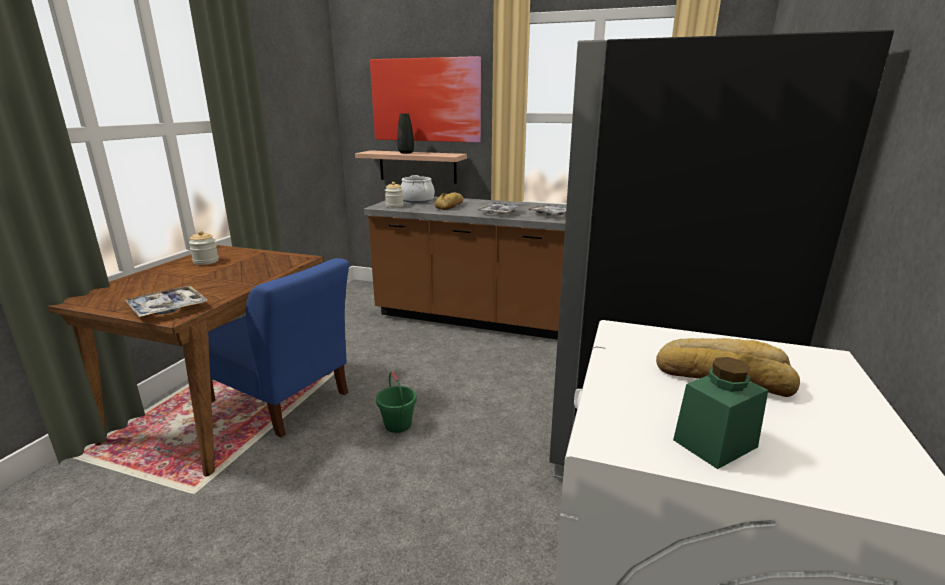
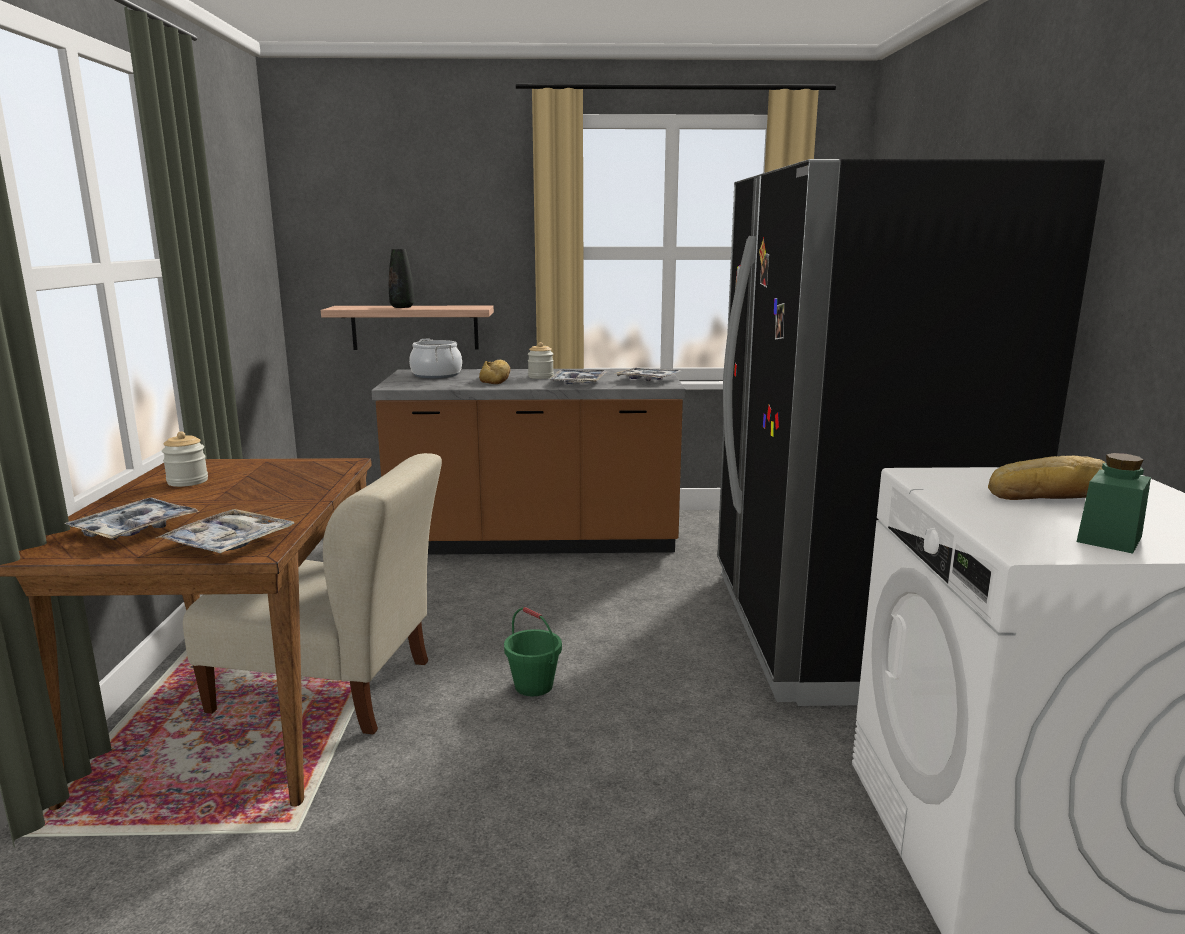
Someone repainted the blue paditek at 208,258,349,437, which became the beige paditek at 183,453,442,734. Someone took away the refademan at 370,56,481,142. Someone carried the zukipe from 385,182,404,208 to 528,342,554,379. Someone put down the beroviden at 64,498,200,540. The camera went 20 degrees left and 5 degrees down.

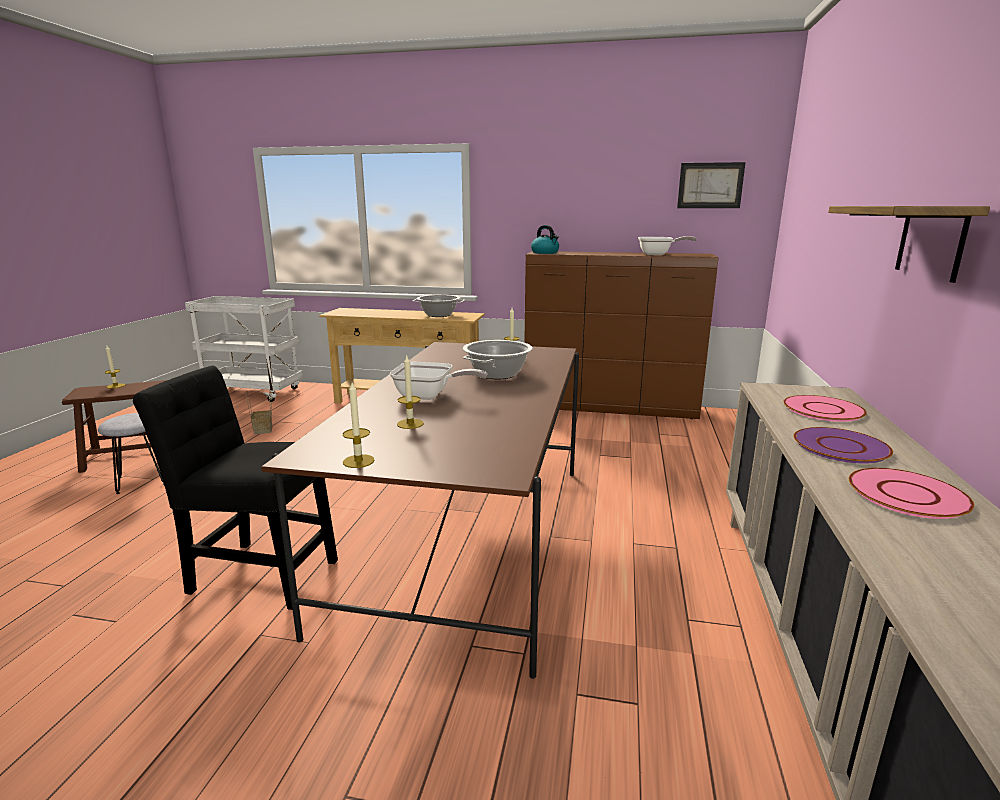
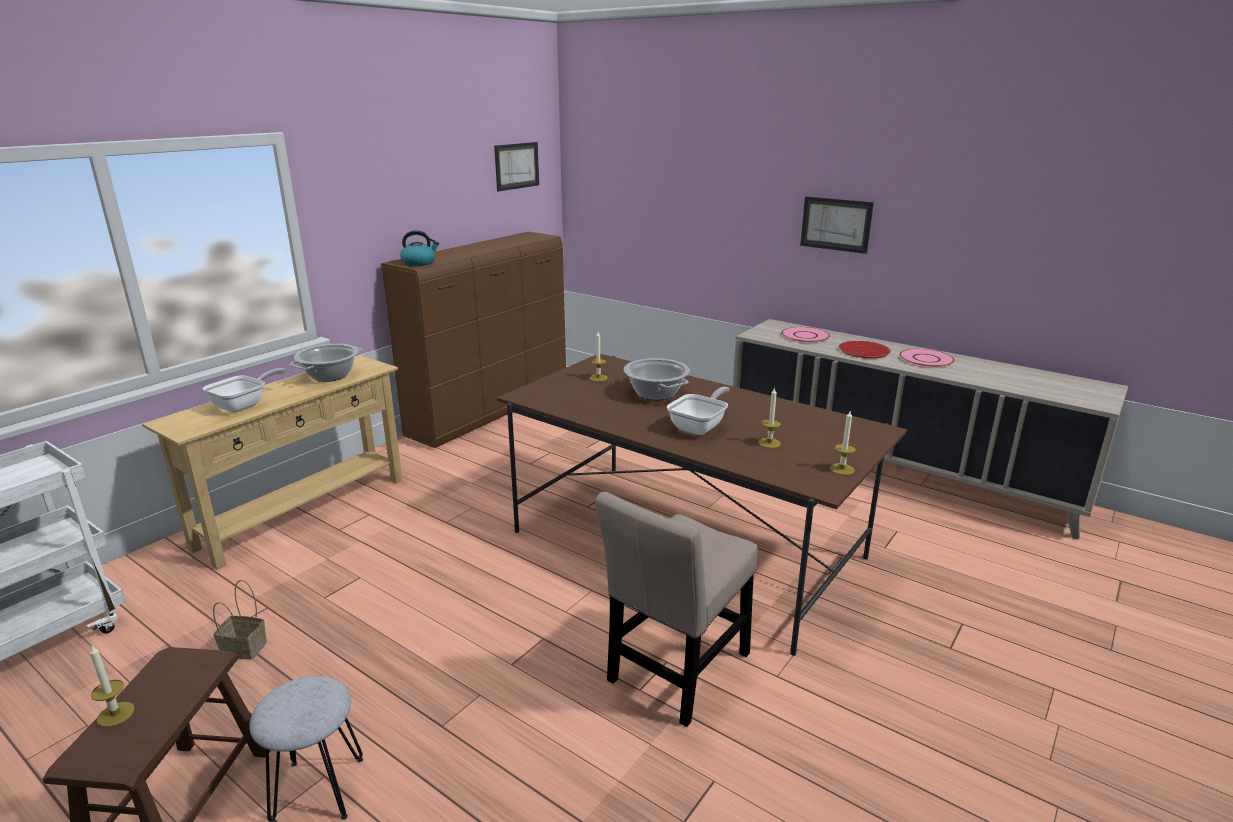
Someone repainted the black paditek at 133,365,338,610, which became the beige paditek at 595,492,758,727. Someone carried the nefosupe from 638,236,697,255 to 203,368,285,412. Someone repainted the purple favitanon at 793,427,893,464, which became the red favitanon at 839,341,891,359. Someone swapped the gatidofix at 828,206,990,283 for the refademan at 800,196,874,254. The camera went 65 degrees left and 5 degrees up.

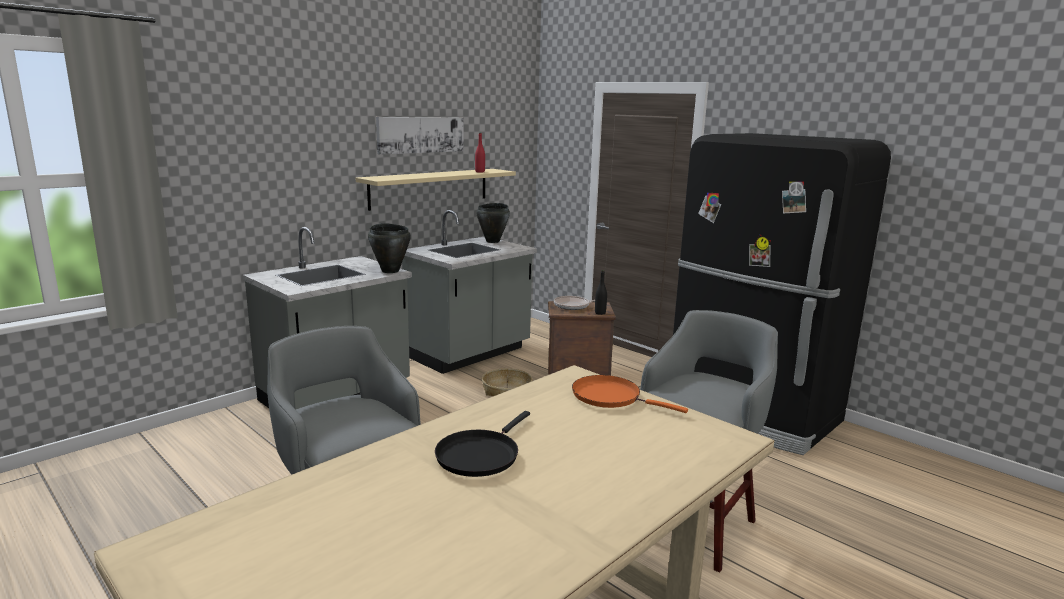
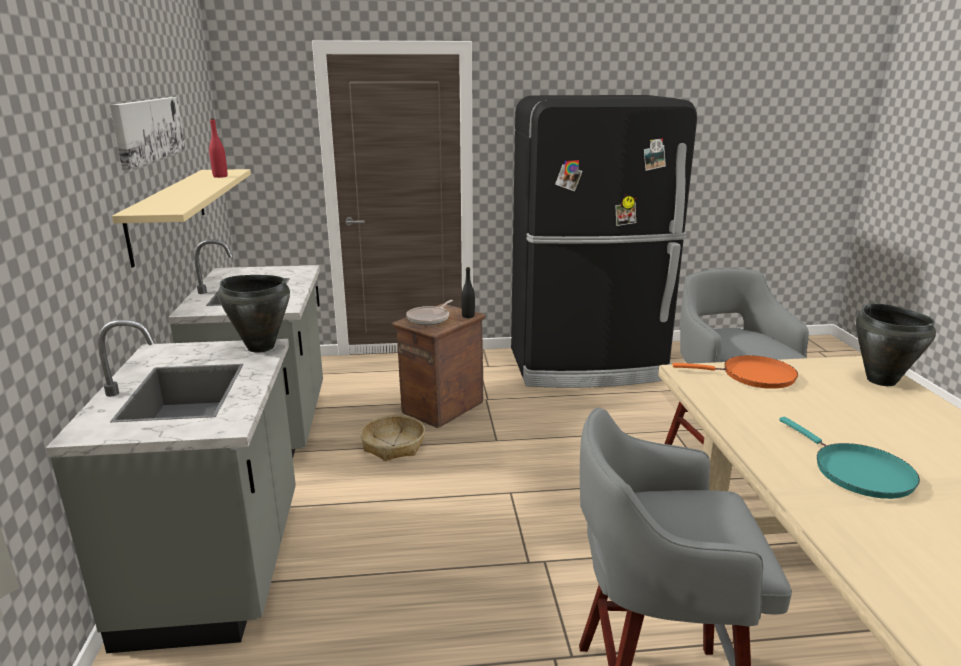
Someone repainted the black nefosupe at 435,411,530,477, which became the turquoise nefosupe at 779,417,920,499. Someone carried the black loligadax from 476,203,510,243 to 856,303,936,386. Someone rotated the orange nefosupe at 572,375,688,413 by 150 degrees counterclockwise. The camera went 50 degrees left and 5 degrees up.

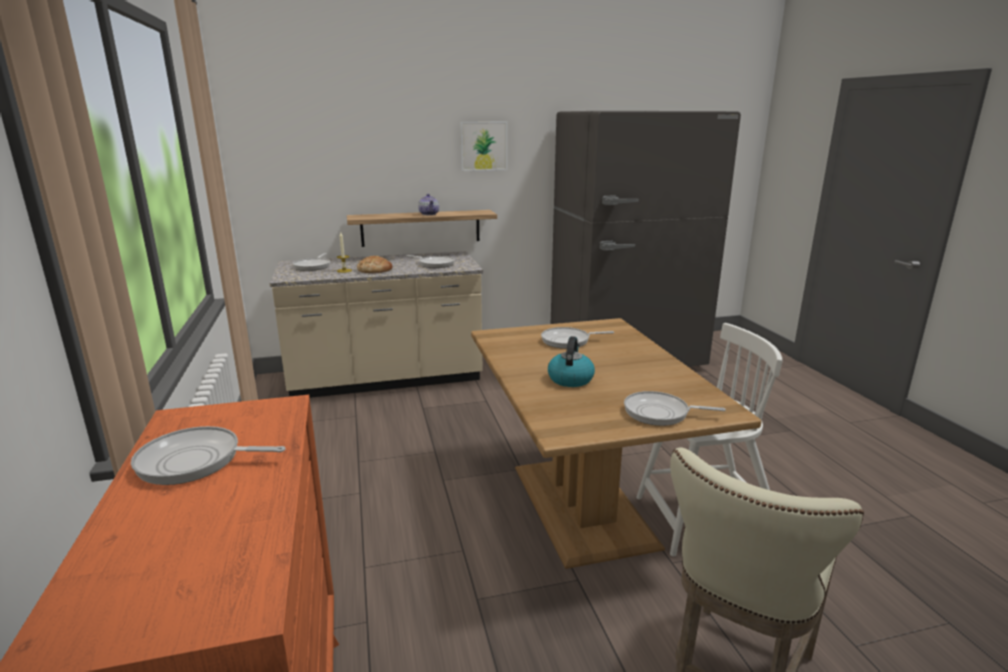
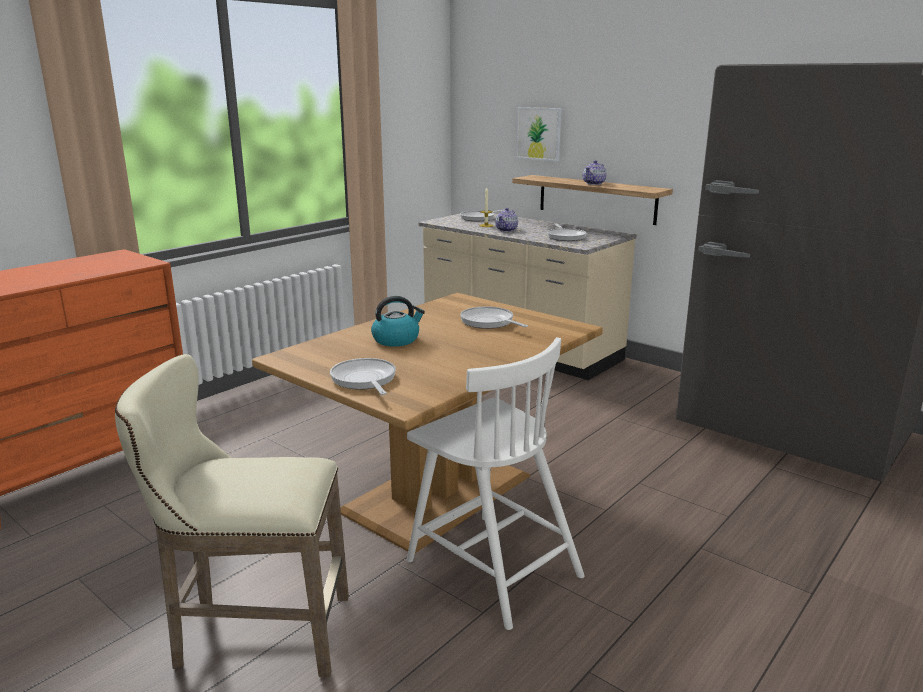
Someone took away the nefosupe at 131,426,286,485. Someone swapped the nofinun at 357,256,393,273 for the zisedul at 495,208,518,232. Someone carried the refademan from 460,122,507,171 to 517,107,561,161. The camera went 55 degrees right and 0 degrees up.

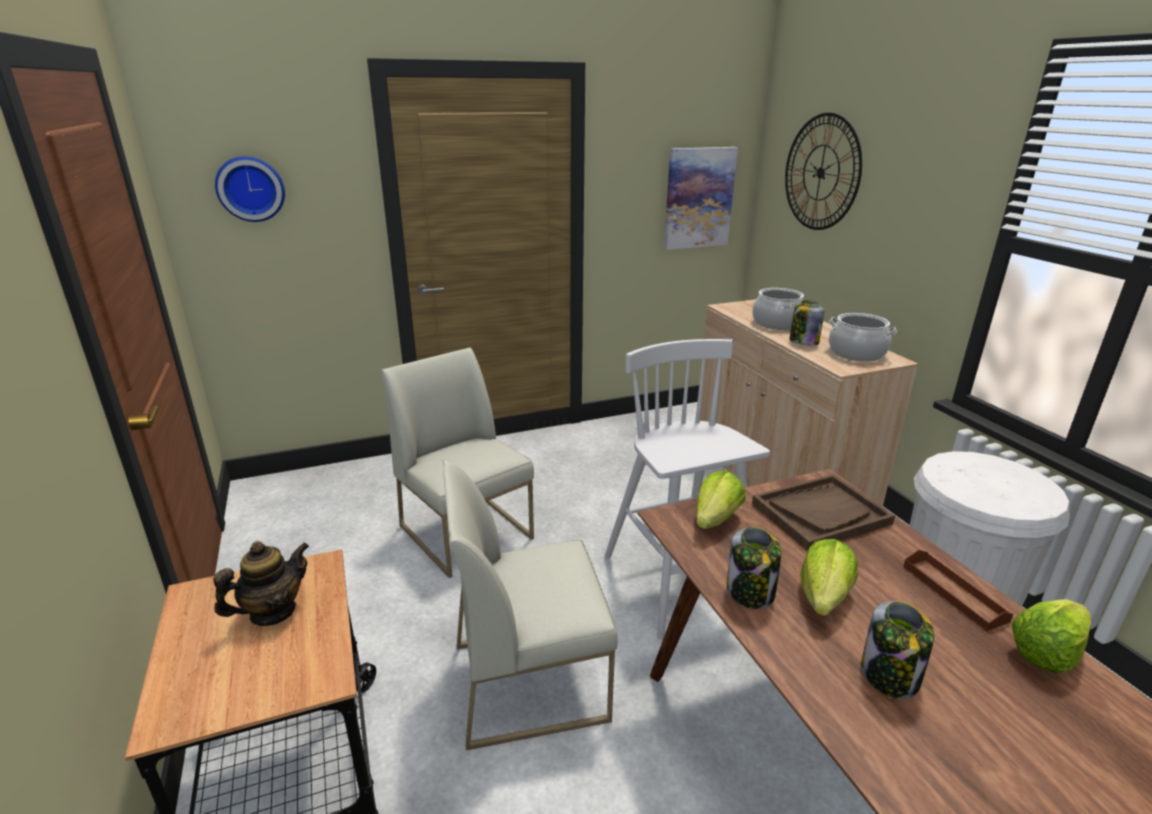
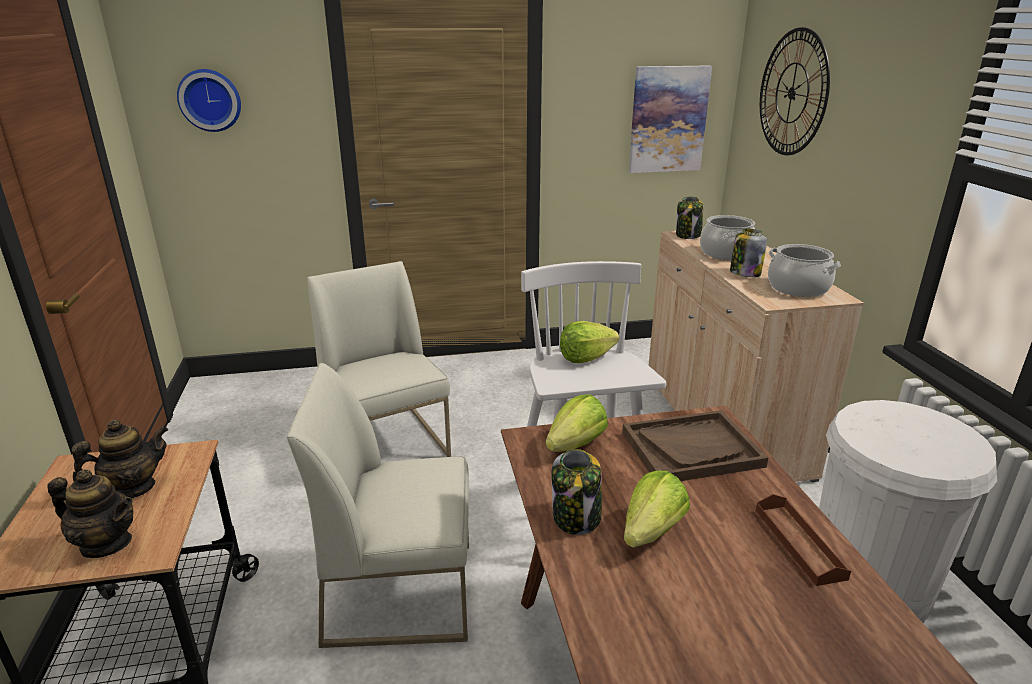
Someone carried the zukipe from 861,601,934,699 to 676,196,703,239. Someone carried the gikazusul from 1011,599,1091,674 to 560,321,619,363. Someone put down the zisedul at 47,470,133,558. The camera went 10 degrees right and 0 degrees up.

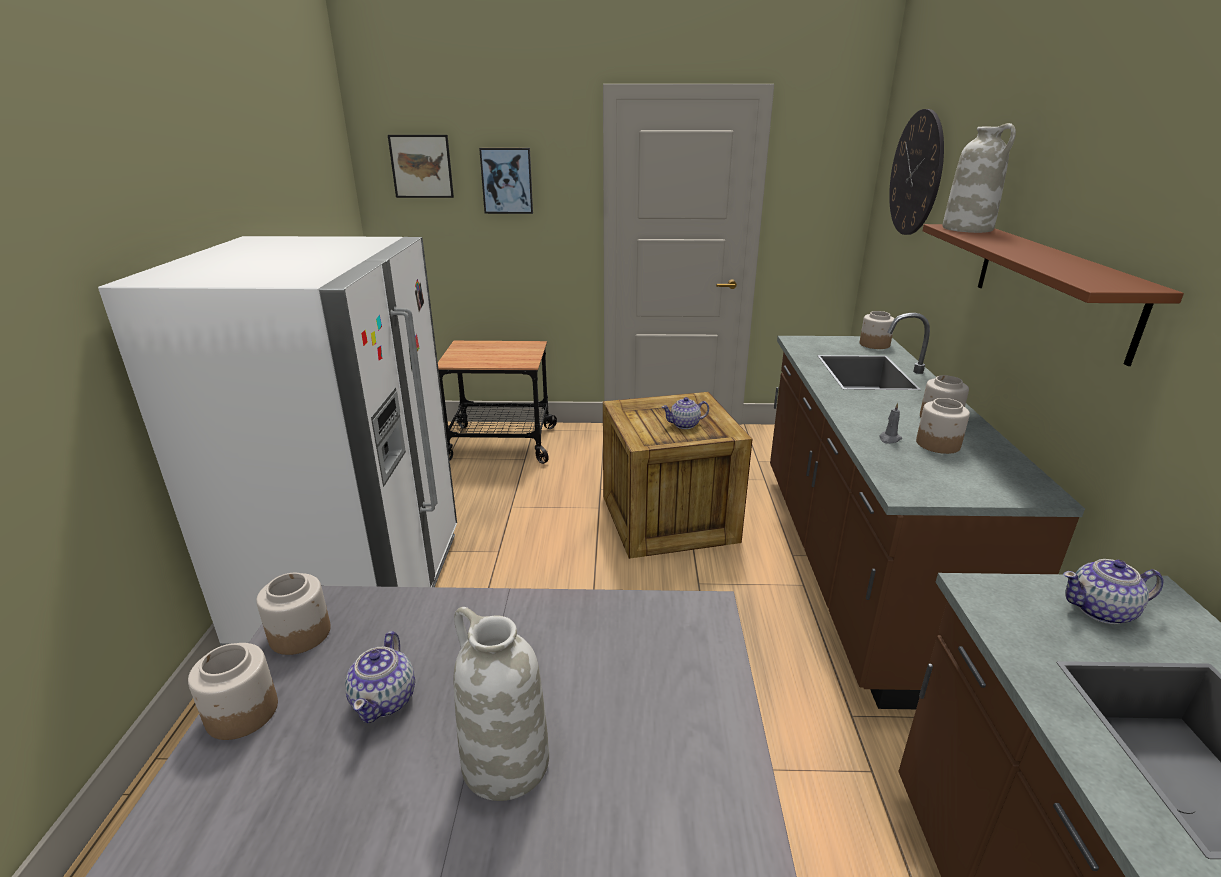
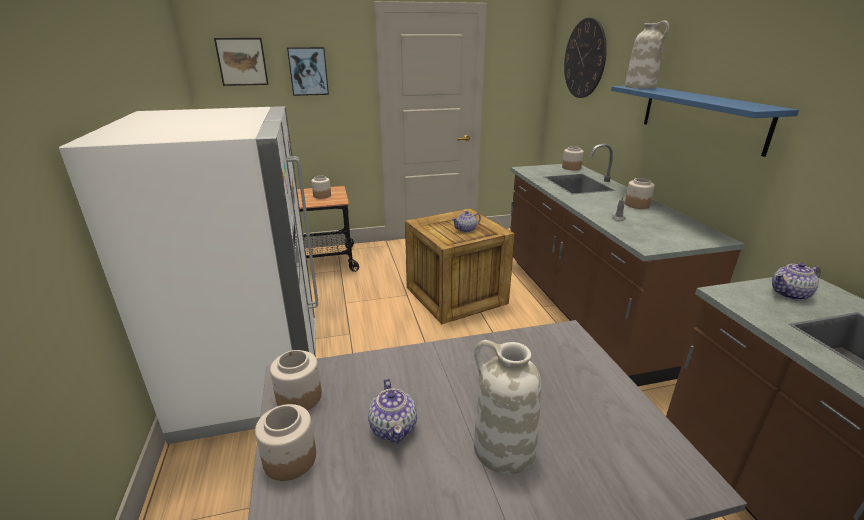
Someone carried the zukipe from 916,398,970,454 to 311,176,331,199. Someone repainted the brown gatidofix at 922,224,1184,366, which became the blue gatidofix at 611,86,799,157. The camera went 15 degrees left and 0 degrees up.

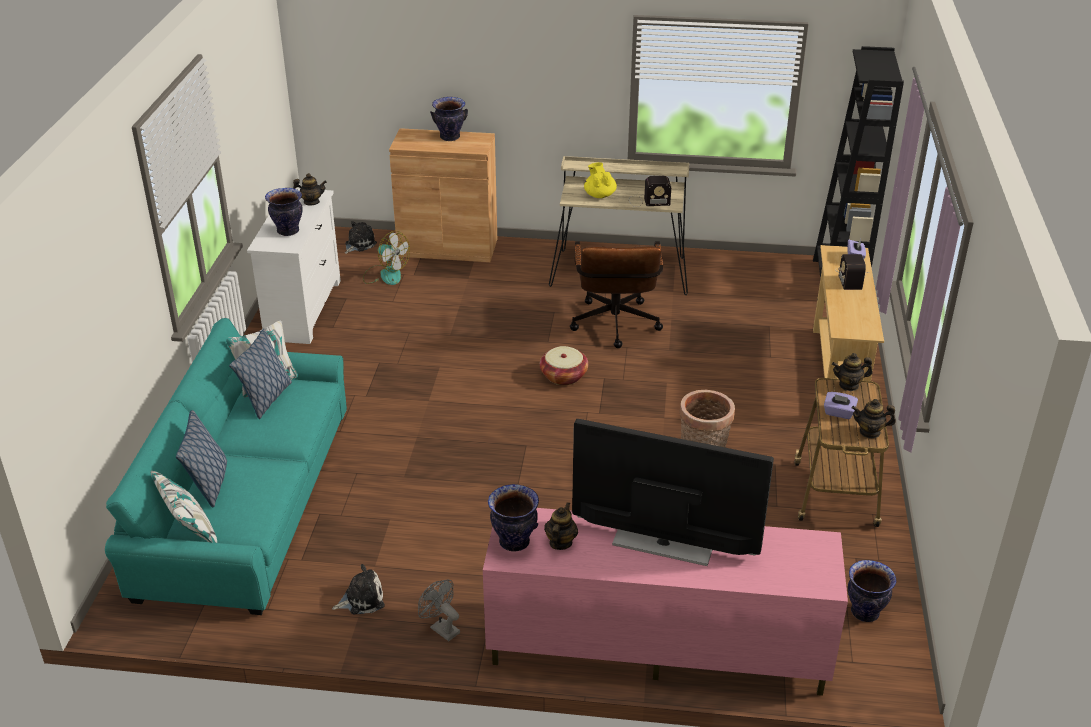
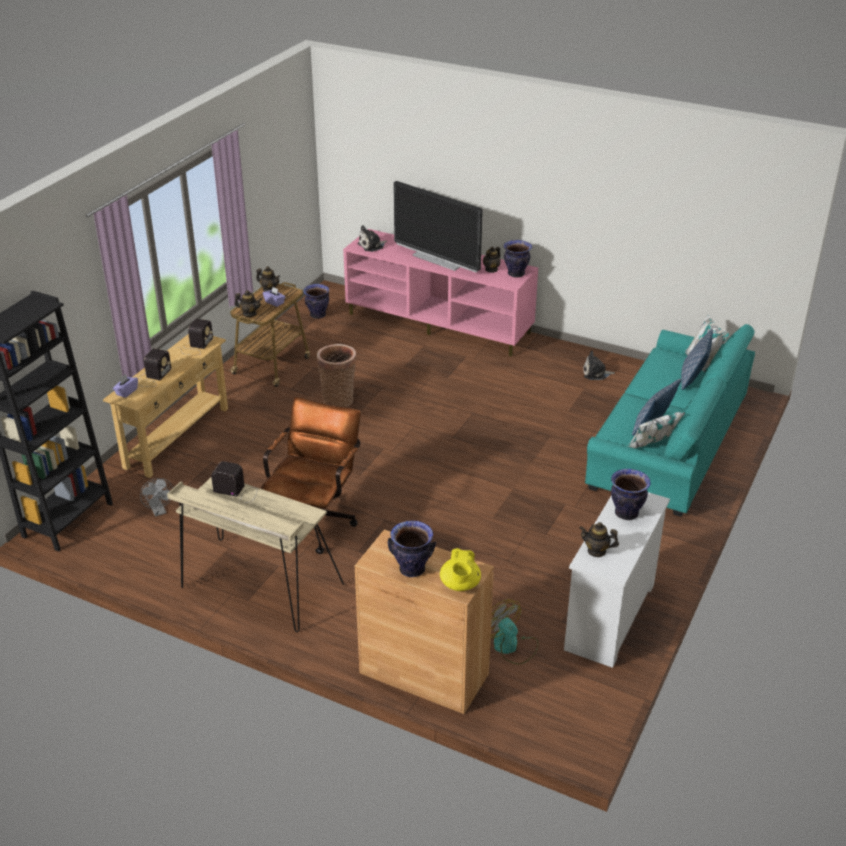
Someone carried the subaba from 345,221,377,254 to 358,225,387,252. Someone carried the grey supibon from 418,580,460,641 to 140,478,173,517. Someone took away the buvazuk at 540,346,588,385. Someone carried the yellow zisedul from 584,162,617,198 to 440,548,481,591. Someone put down the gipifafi at 178,319,213,355. The camera went 160 degrees left and 0 degrees up.

